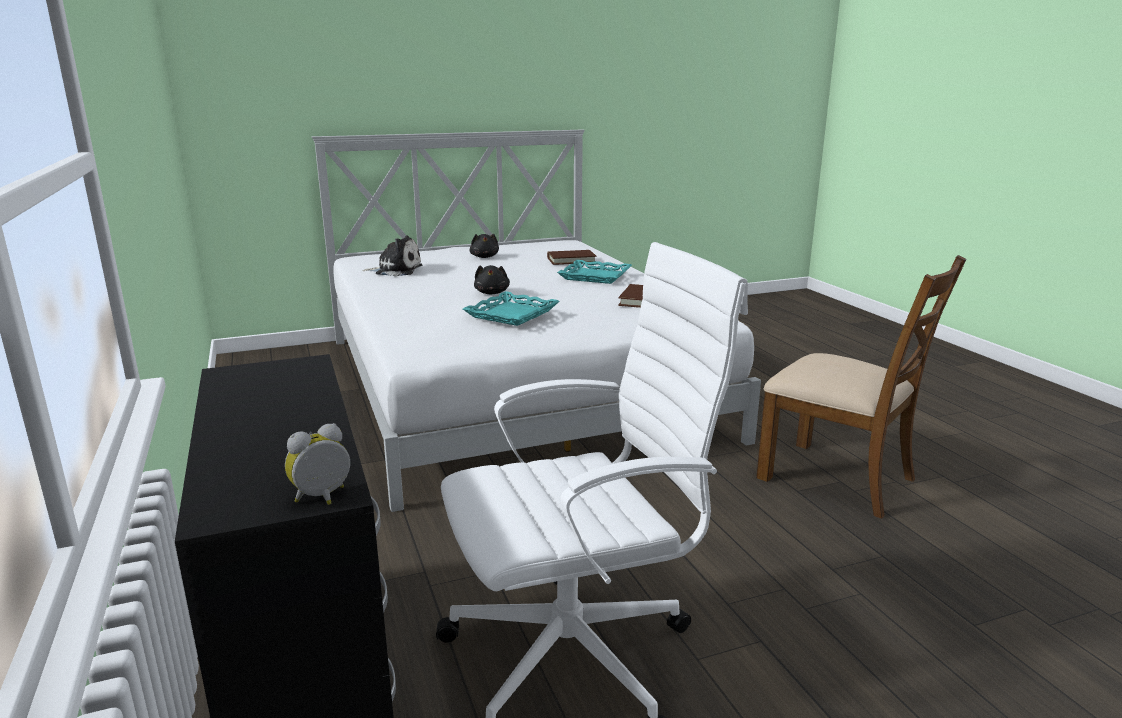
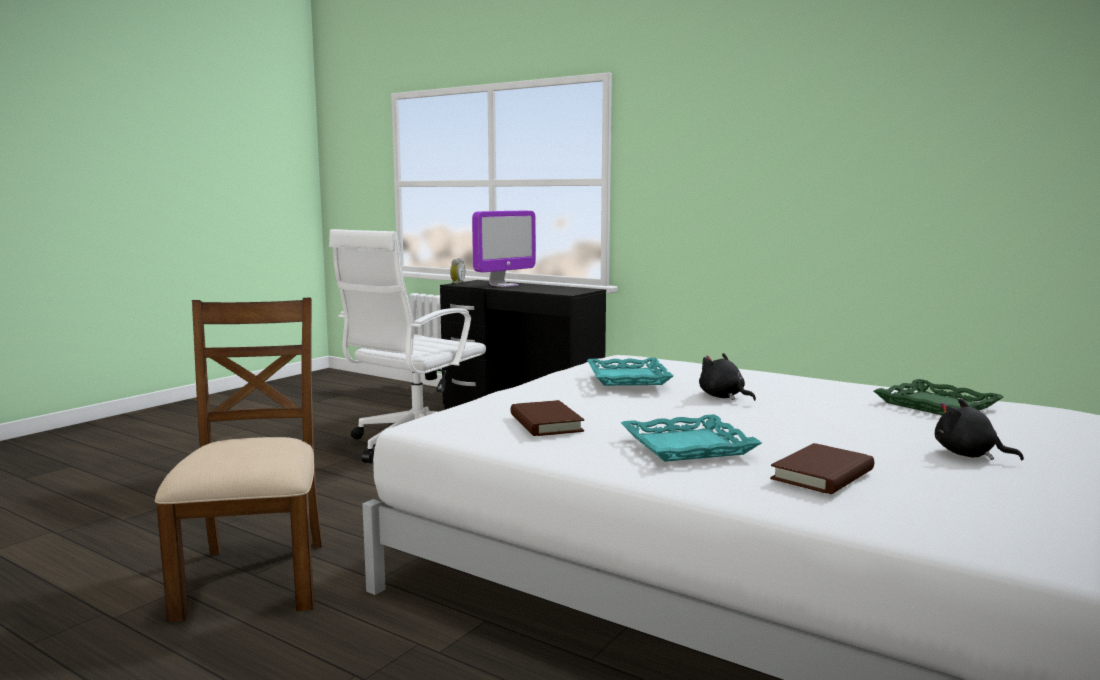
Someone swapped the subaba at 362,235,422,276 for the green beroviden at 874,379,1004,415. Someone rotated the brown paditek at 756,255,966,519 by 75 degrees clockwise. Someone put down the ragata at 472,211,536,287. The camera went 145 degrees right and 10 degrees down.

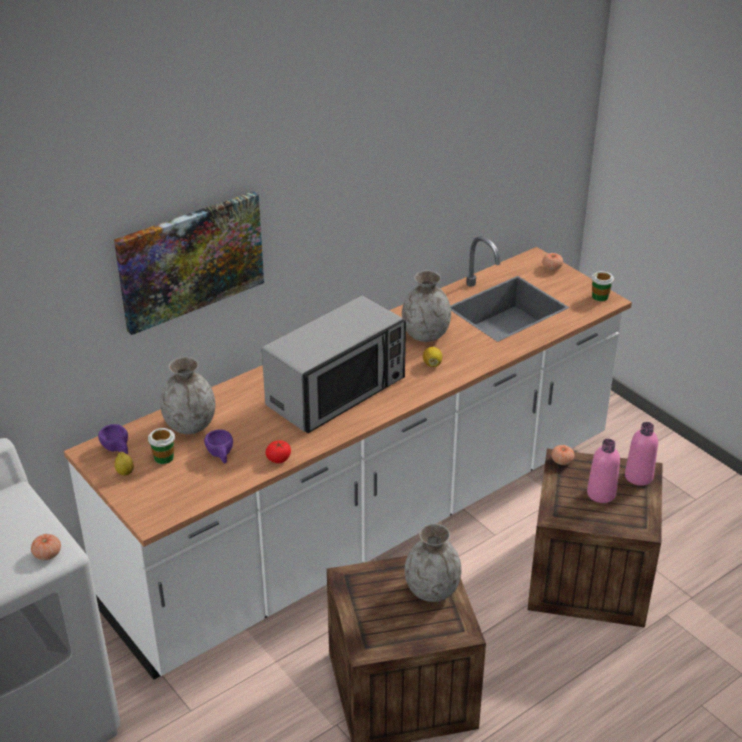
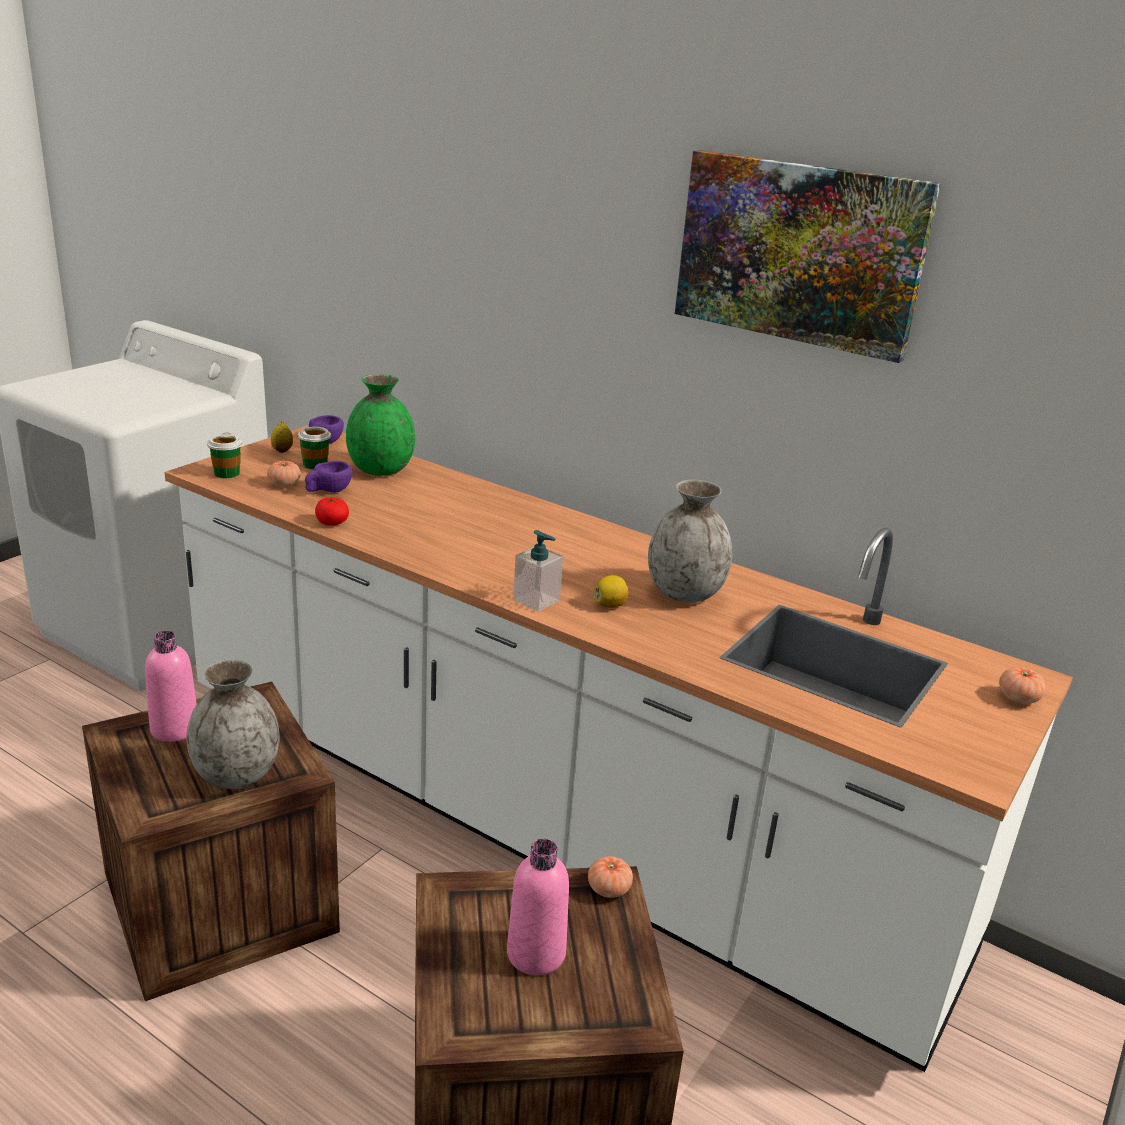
Someone carried the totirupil from 31,534,61,560 to 267,461,301,487. Someone carried the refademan from 114,191,264,335 to 675,150,941,363. Someone repainted the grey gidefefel at 160,357,215,434, which became the green gidefefel at 346,374,415,476. Someone took away the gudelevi at 262,295,406,433. Someone carried the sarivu from 591,271,614,301 to 207,433,242,478. Someone carried the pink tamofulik from 625,422,658,486 to 145,631,197,742. Someone put down the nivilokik at 513,530,563,612. The camera went 70 degrees right and 10 degrees down.

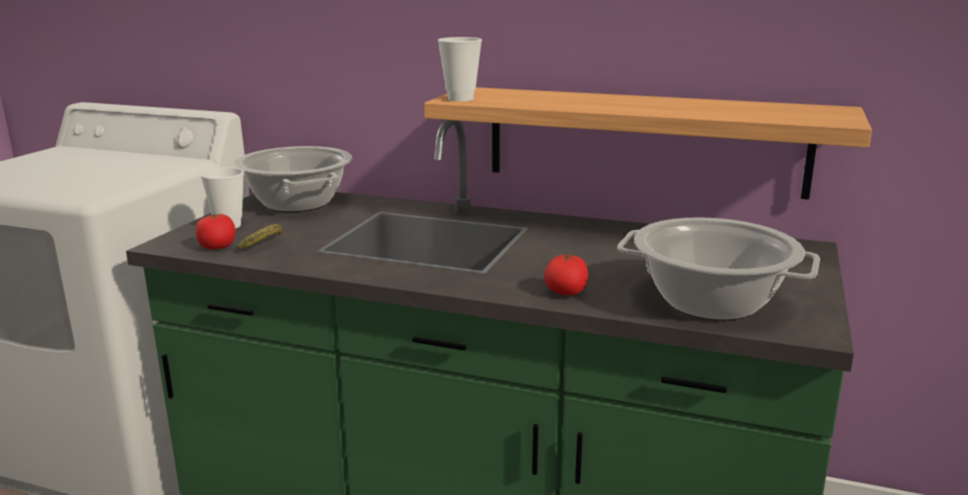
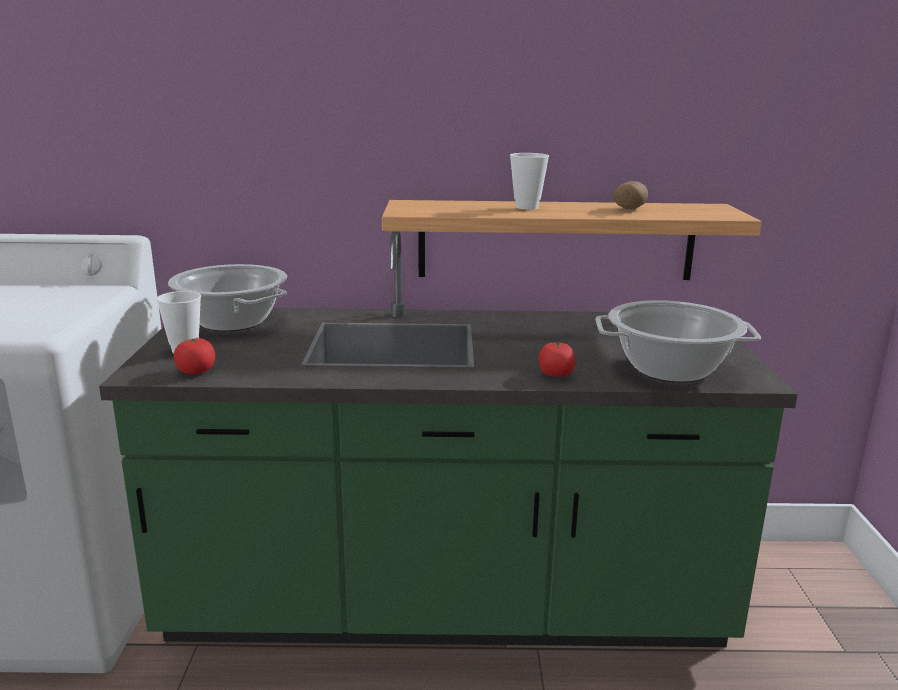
Someone took away the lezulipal at 237,224,282,250. Someone carried the sarivu from 438,37,482,101 to 510,153,549,210. Someone put down the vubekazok at 613,181,648,209. The camera went 20 degrees left and 0 degrees up.

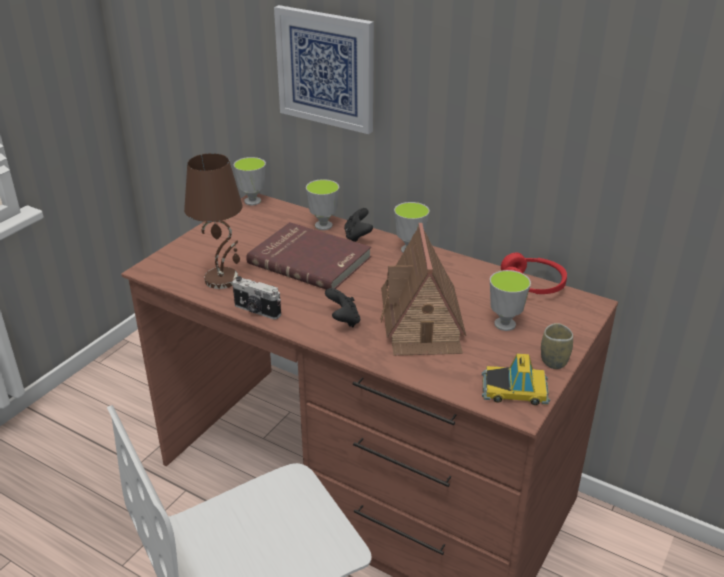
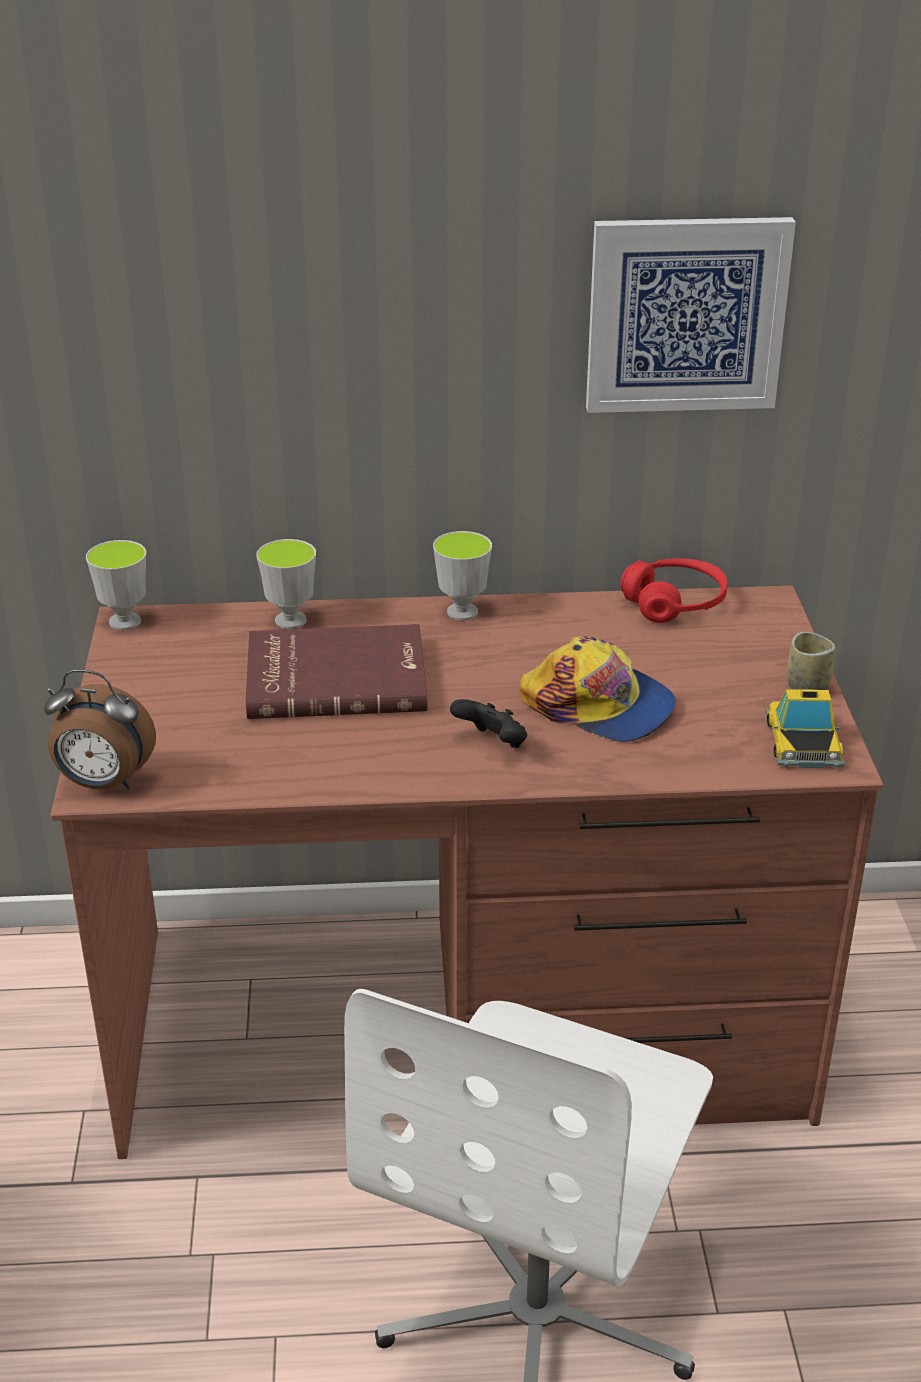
Someone took away the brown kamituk at 184,153,243,289. Someone took away the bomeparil at 232,276,281,320. Someone carried the refademan from 274,5,374,134 to 586,217,796,413. Someone took away the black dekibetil at 344,208,373,242. Someone swapped the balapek at 381,223,466,356 for the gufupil at 519,636,676,742. Someone rotated the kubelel at 482,354,550,405 by 60 degrees counterclockwise. Someone took away the sarivu at 490,270,531,331. Someone put down the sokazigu at 44,669,156,789. The camera went 35 degrees left and 0 degrees up.

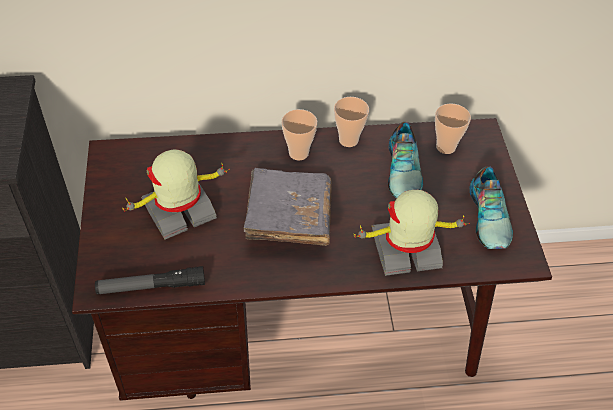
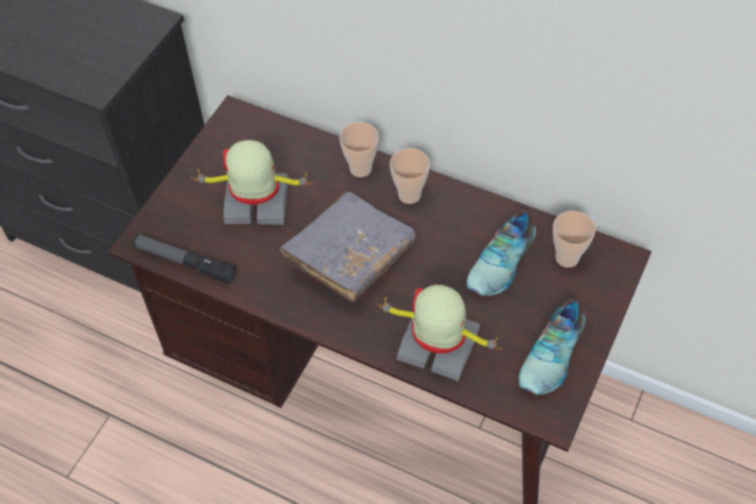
Someone carried the sarivu from 334,97,369,147 to 339,122,379,177. The camera went 35 degrees right and 5 degrees up.

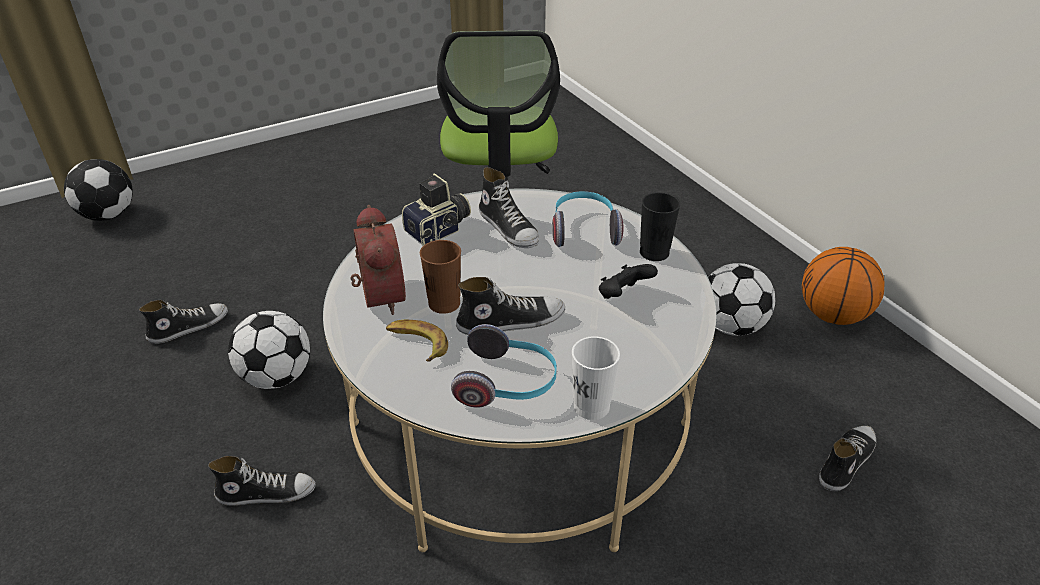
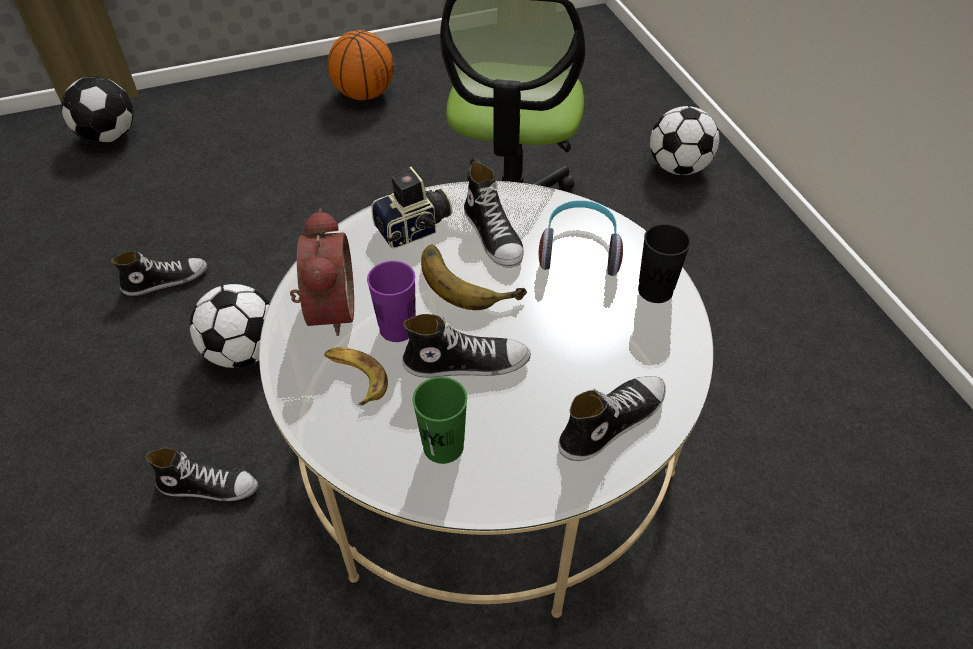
Someone repainted the brown sarivu at 420,240,461,314, which became the purple sarivu at 367,261,416,342. Someone swapped the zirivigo at 451,324,557,408 for the green sarivu at 413,377,467,464. Someone took away the white sarivu at 572,336,620,420. Someone took away the black dekibetil at 599,264,658,299. Someone carried the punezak from 708,263,776,336 to 650,106,719,175. Someone carried the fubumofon from 802,247,885,325 to 327,30,394,100. Someone carried the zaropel from 819,426,876,491 to 558,376,666,461. Someone put down the lezulipal at 421,245,527,310. The camera went 10 degrees right and 10 degrees up.

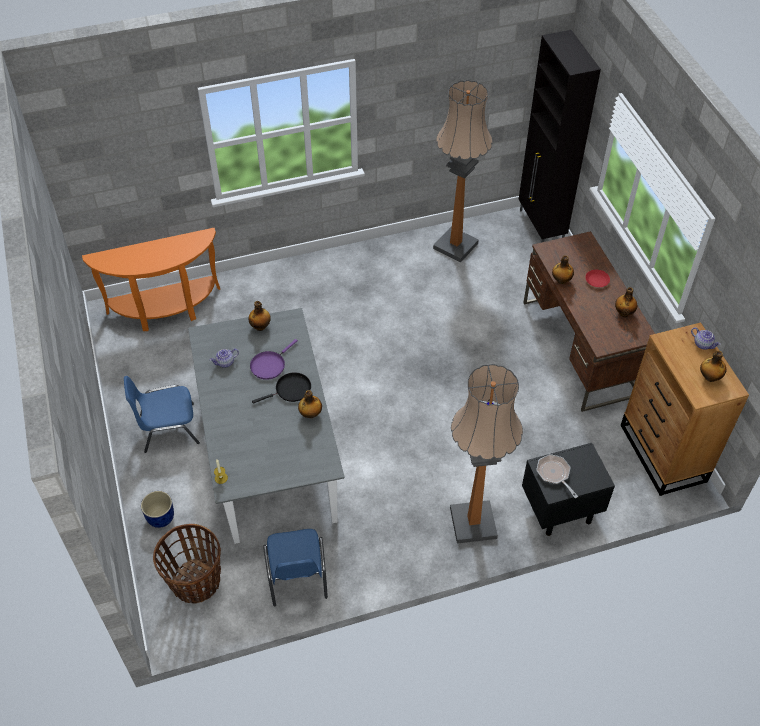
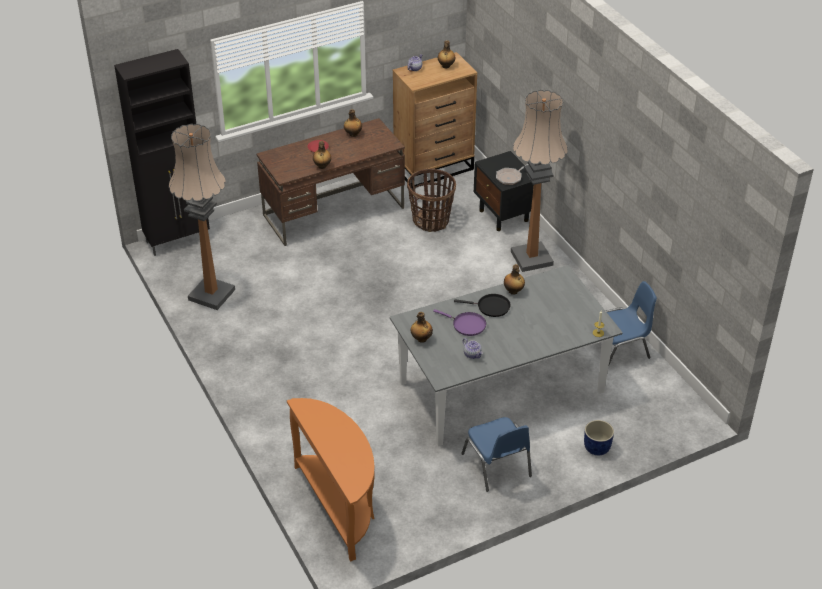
Someone carried the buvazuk from 153,524,221,604 to 407,168,456,232. Someone rotated the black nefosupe at 252,372,311,404 by 135 degrees clockwise. The camera went 100 degrees left and 10 degrees down.

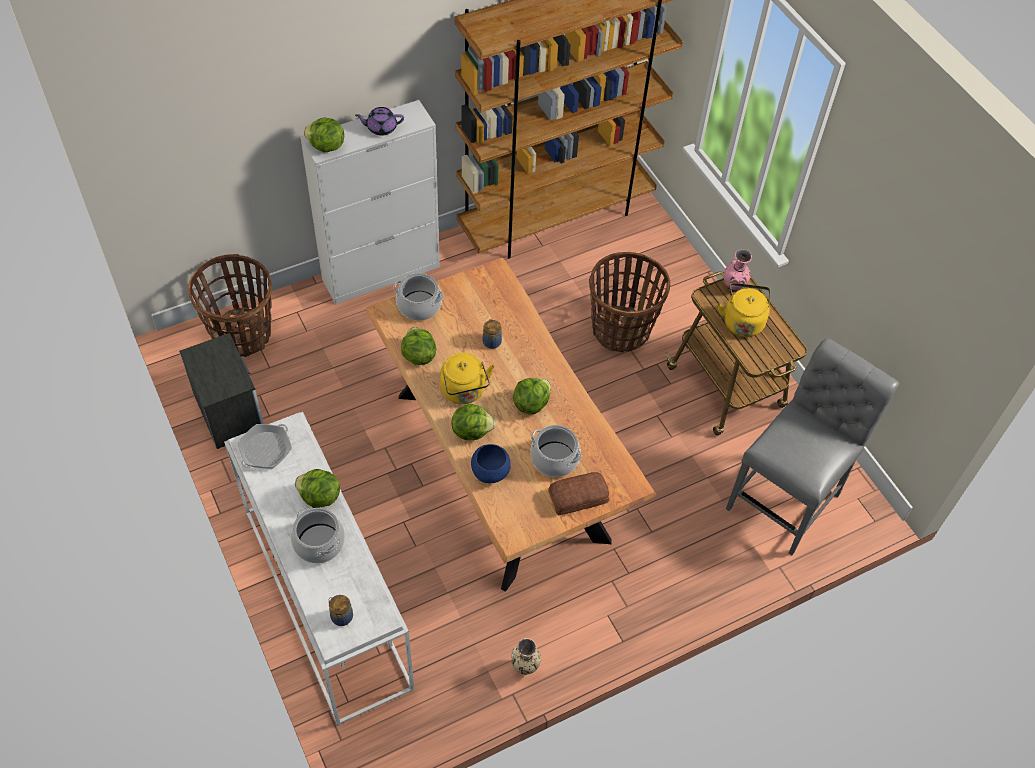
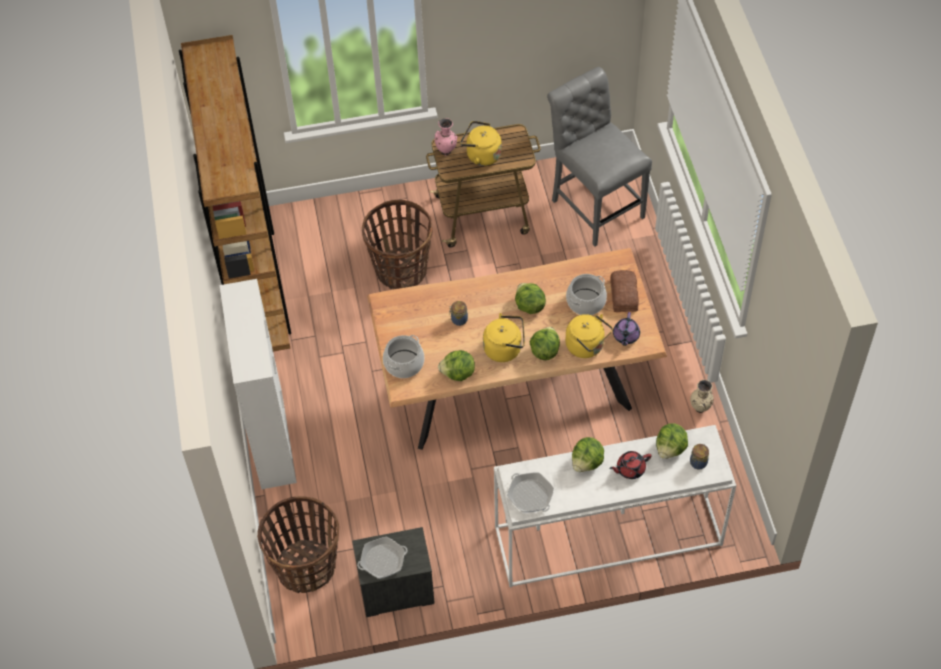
Someone swapped the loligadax at 291,508,345,563 for the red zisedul at 609,451,652,479. Someone carried the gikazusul from 304,118,344,152 to 656,423,688,459. Someone carried the purple zisedul from 355,107,404,136 to 613,312,640,346. Someone swapped the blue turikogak at 471,444,511,483 for the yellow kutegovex at 566,314,613,358. Someone put down the nefosupe at 357,536,408,579. The camera went 70 degrees left and 0 degrees up.

